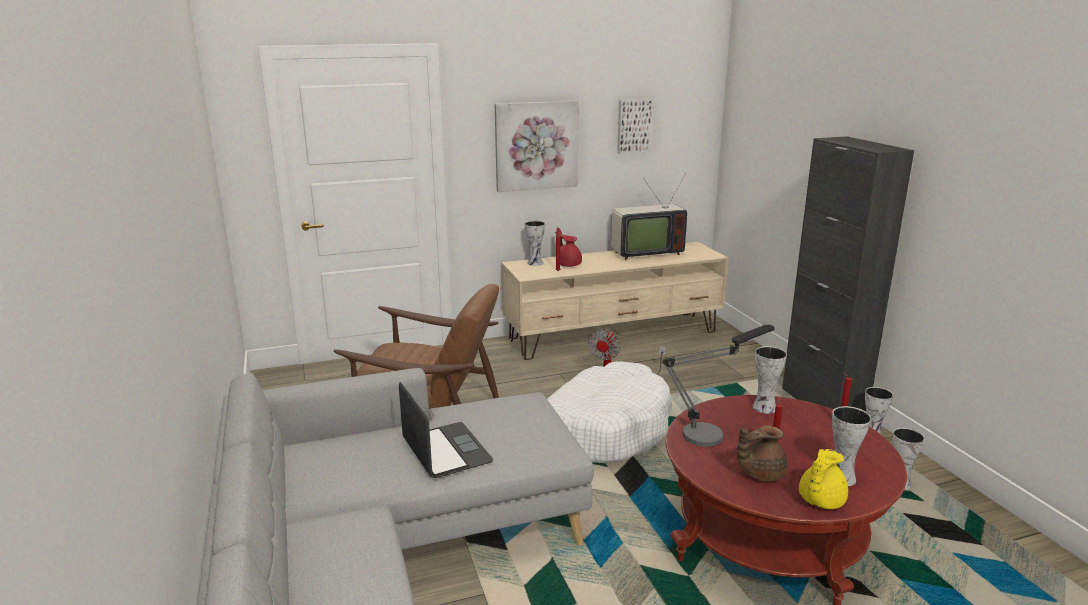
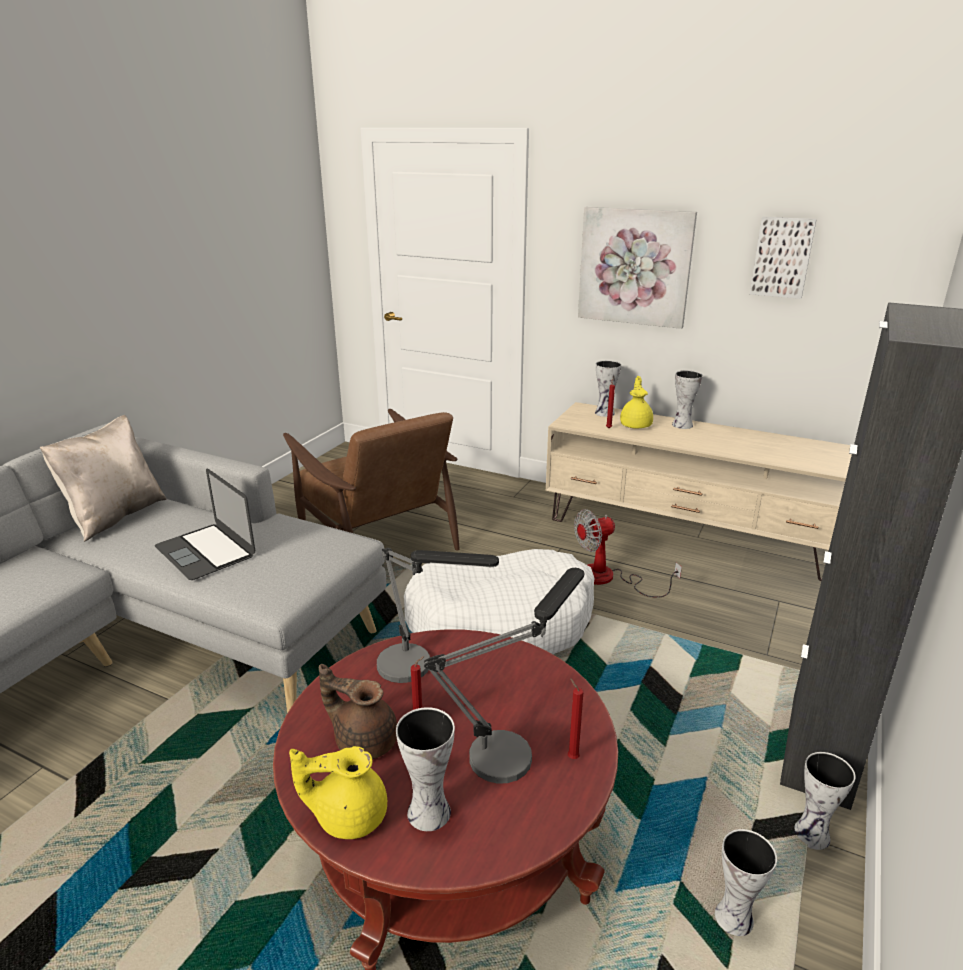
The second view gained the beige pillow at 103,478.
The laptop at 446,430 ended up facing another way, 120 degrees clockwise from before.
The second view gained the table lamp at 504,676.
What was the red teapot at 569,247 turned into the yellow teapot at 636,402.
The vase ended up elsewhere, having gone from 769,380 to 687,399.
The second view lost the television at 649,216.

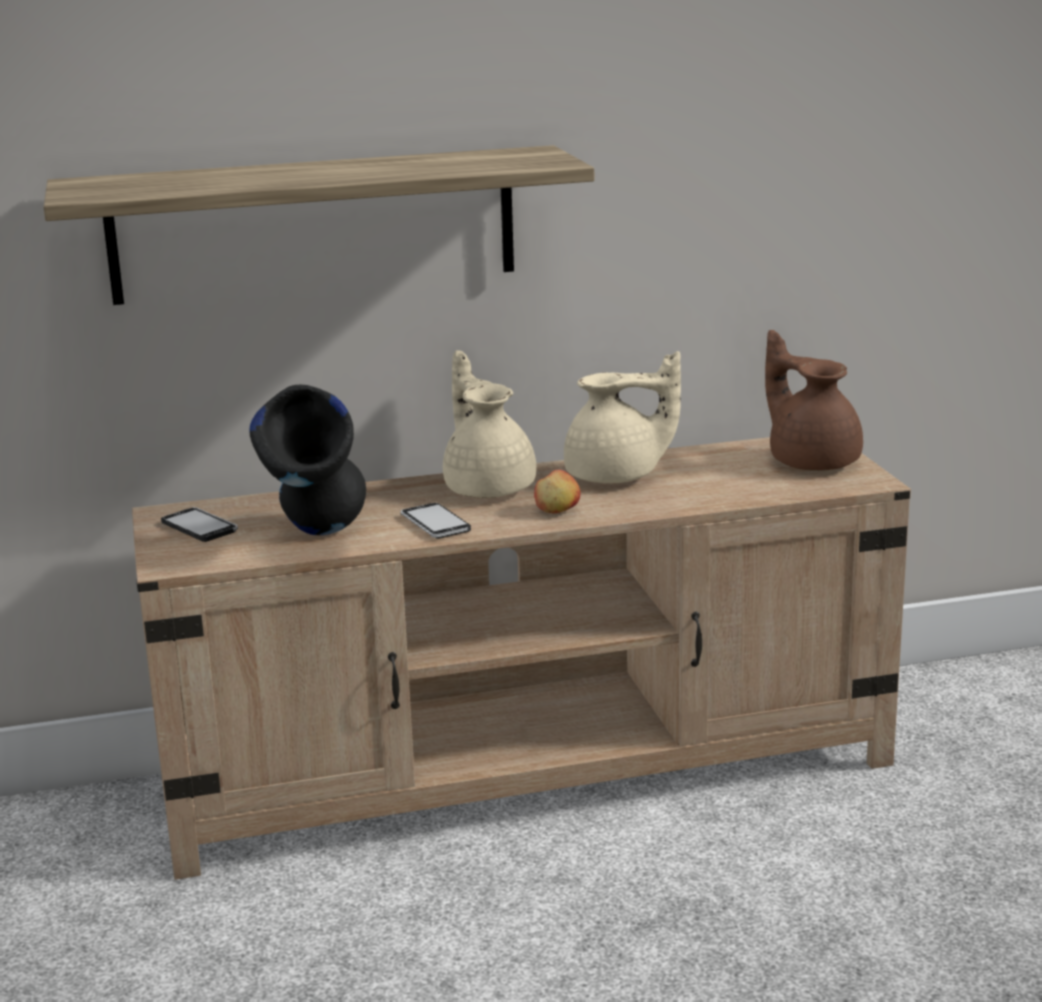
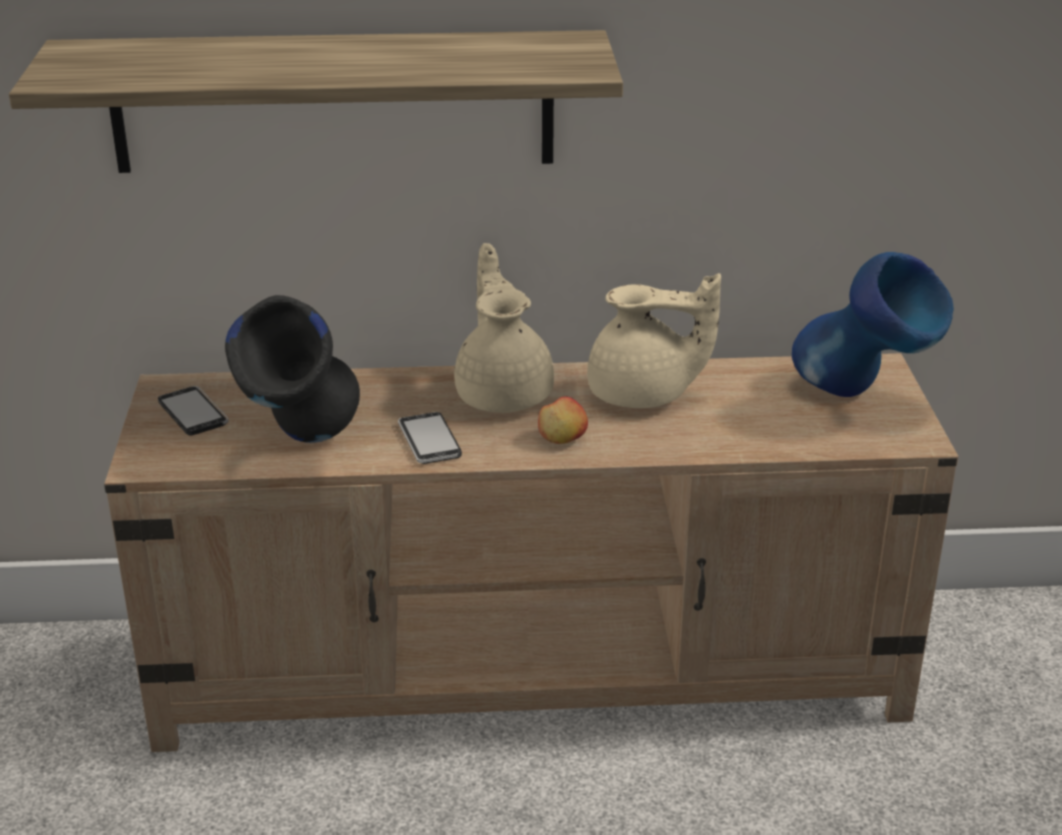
Where the brown teapot stood at 814,400, the blue vase came to stand at 873,324.

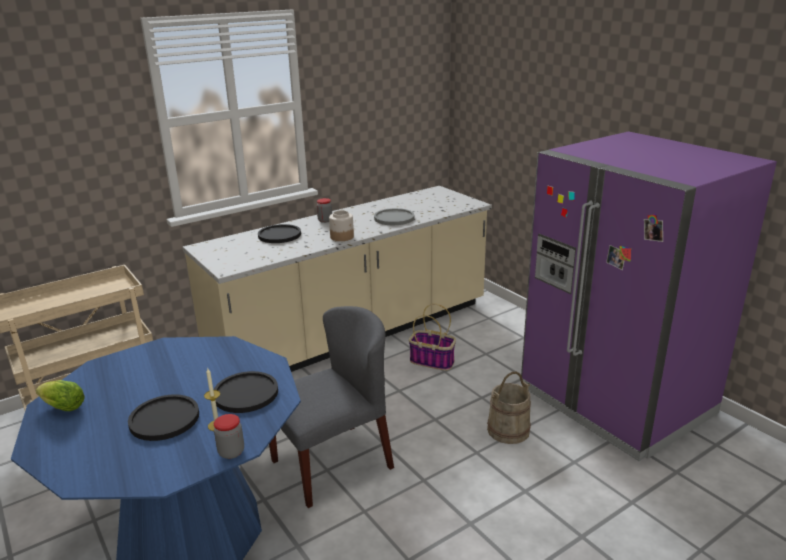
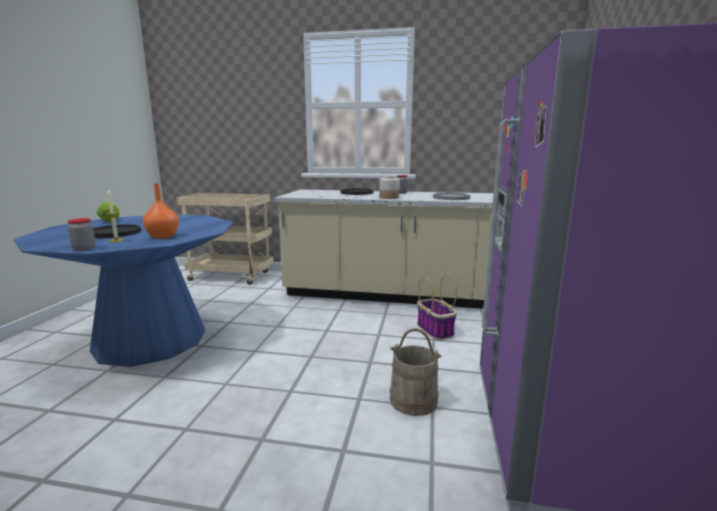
Where the black plate stood at 246,392, the orange vase came to stand at 161,210.
The second view lost the grey chair at 331,407.

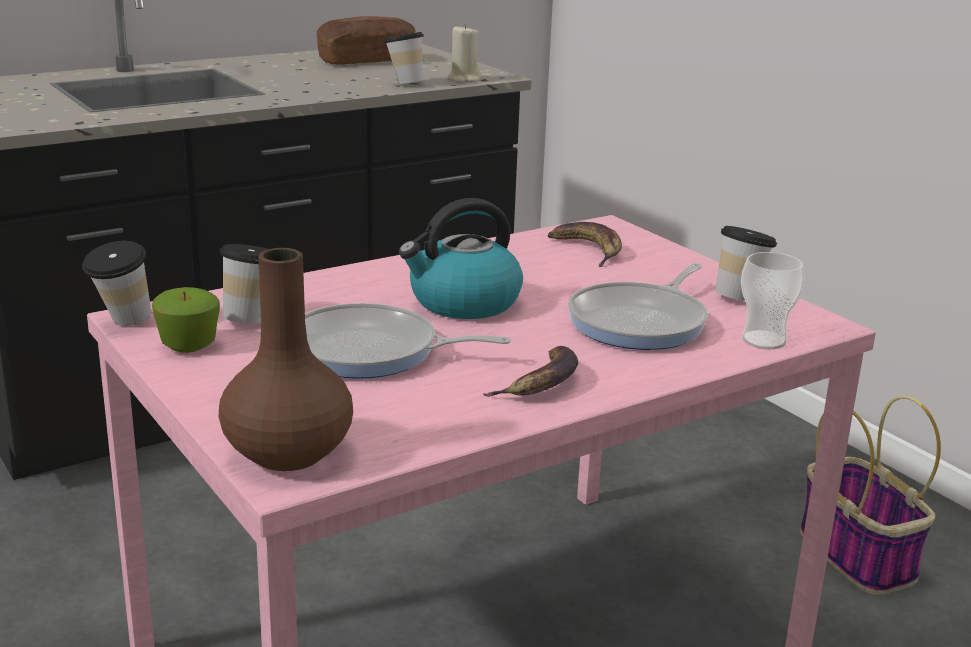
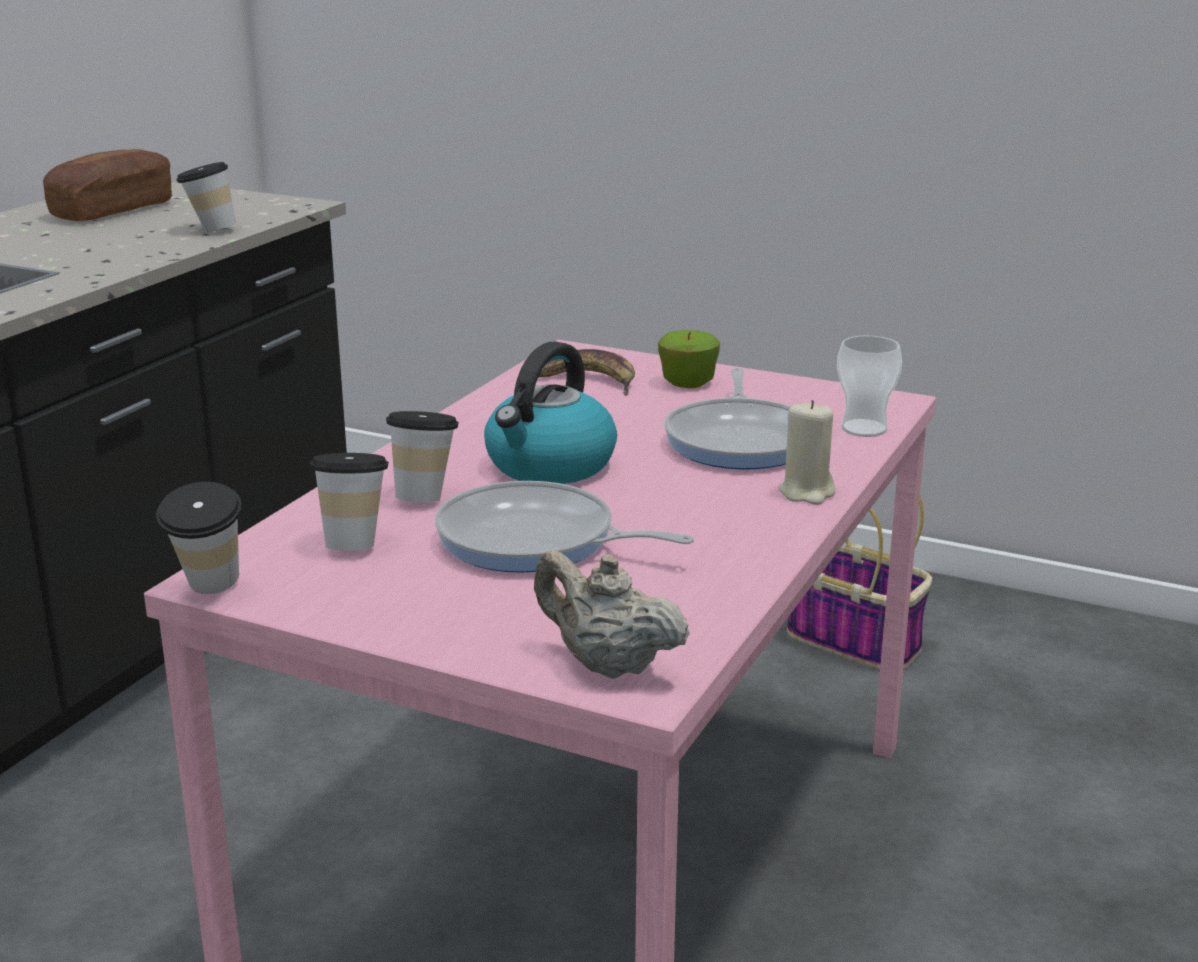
The cup ended up elsewhere, having gone from 746,263 to 422,457.
The frying pan at 408,341 ended up facing another way, 45 degrees clockwise from before.
Where the brown vase stood at 286,359, the beige teapot came to stand at 612,614.
The apple ended up elsewhere, having gone from 186,320 to 689,359.
The beige candle ended up elsewhere, having gone from 464,53 to 807,452.
The second view lost the banana at 530,371.

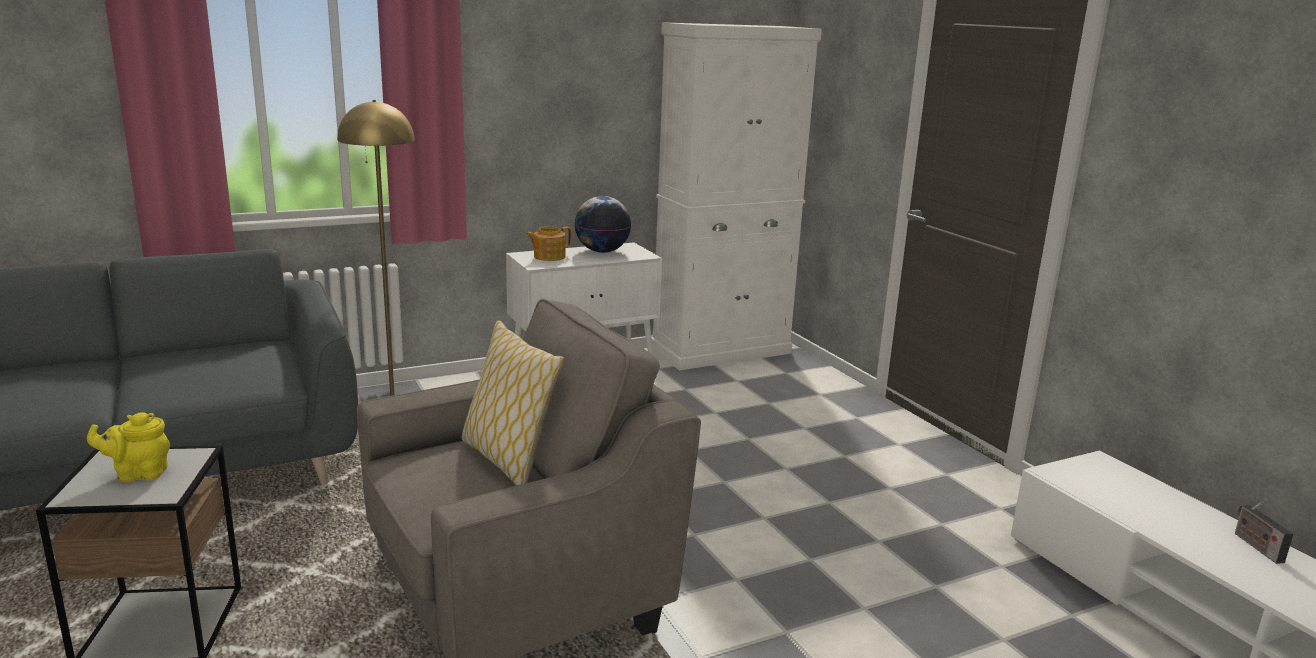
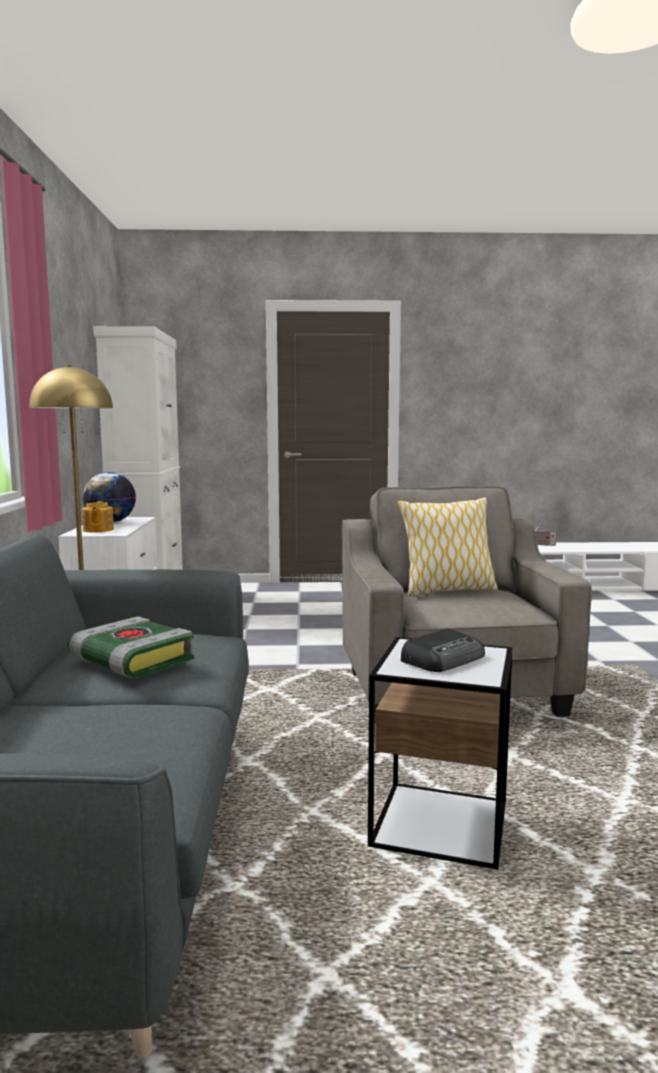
The second view gained the book at 130,647.
Where the yellow teapot stood at 128,447, the radio came to stand at 443,650.

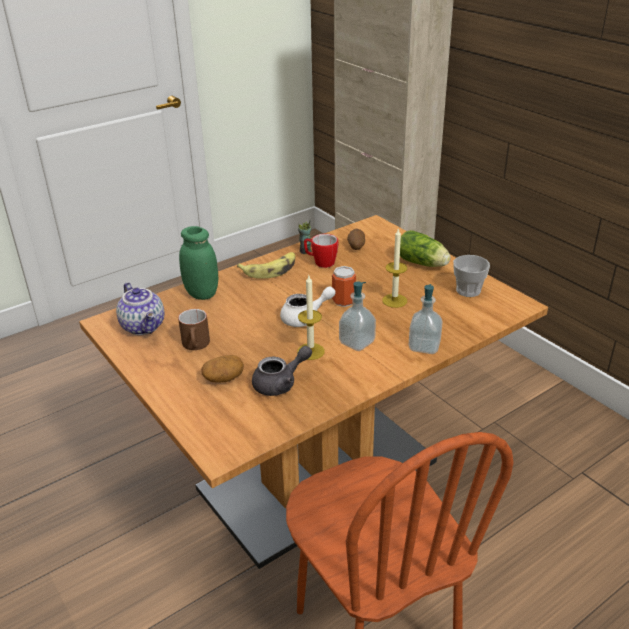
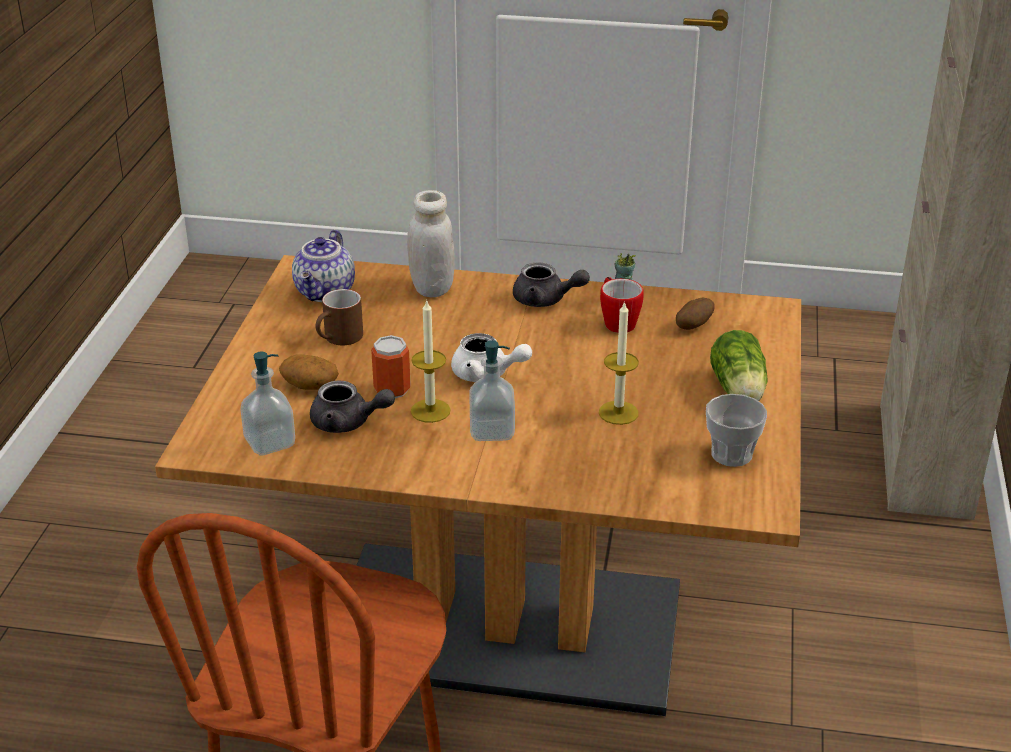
The soap dispenser ended up elsewhere, having gone from 426,319 to 267,404.
The can ended up elsewhere, having gone from 344,286 to 391,366.
What was the green jar at 198,263 turned into the white jar at 431,243.
Where the banana stood at 266,265, the grey teapot came to stand at 551,284.

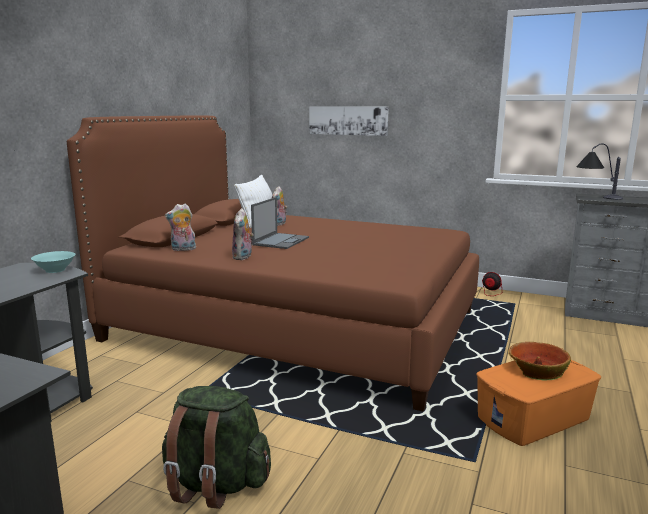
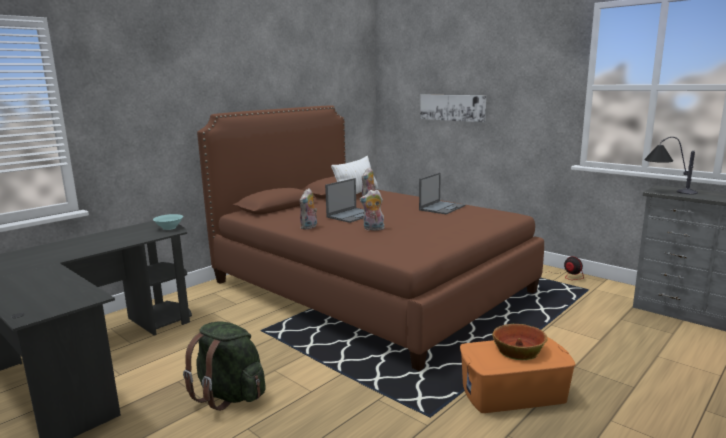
The plush toy ended up elsewhere, having gone from 180,227 to 372,210.
The second view gained the laptop at 442,193.

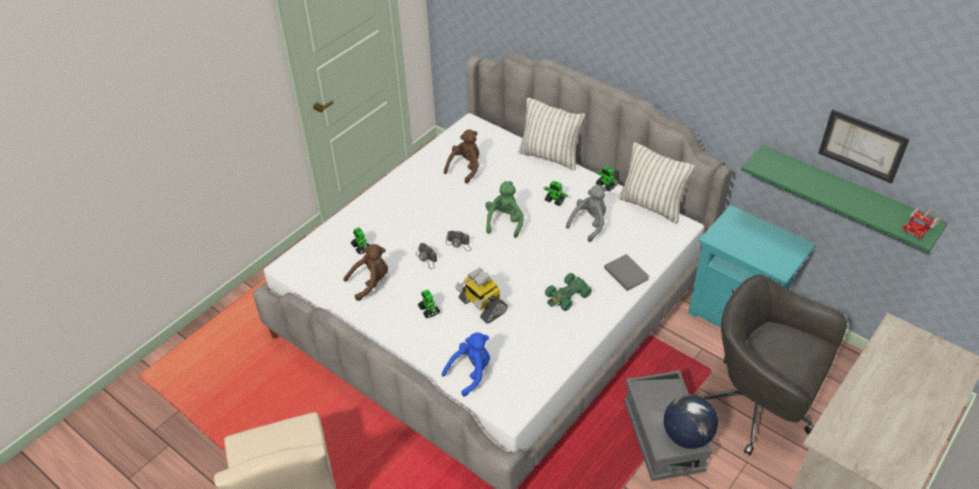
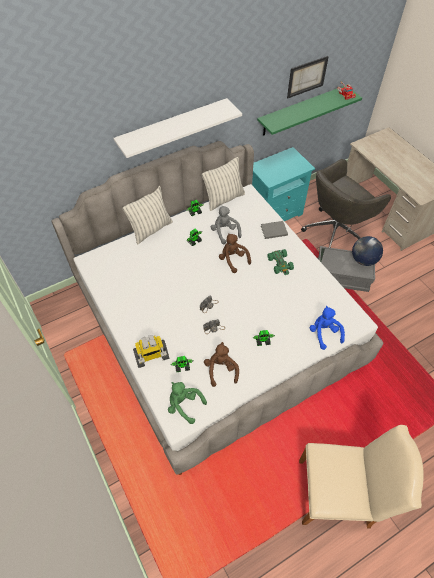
The second view gained the white shelf at 178,128.
The toy robot ended up elsewhere, having gone from 481,295 to 151,351.
The green plush toy ended up elsewhere, having gone from 504,209 to 187,403.
The brown plush toy ended up elsewhere, having gone from 461,157 to 235,253.

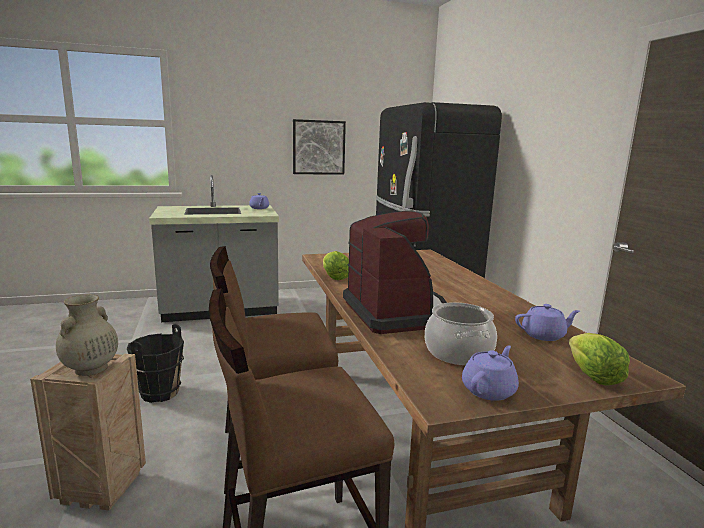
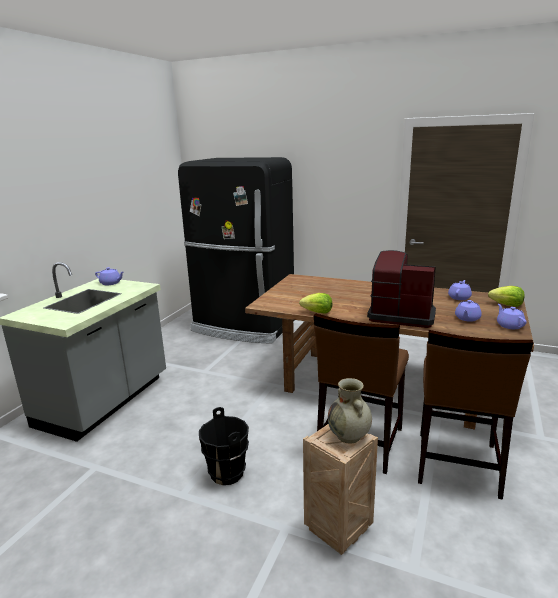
Where the cooking pot stood at 461,333, the purple teapot came to stand at 468,311.
The second view lost the picture at 319,147.

